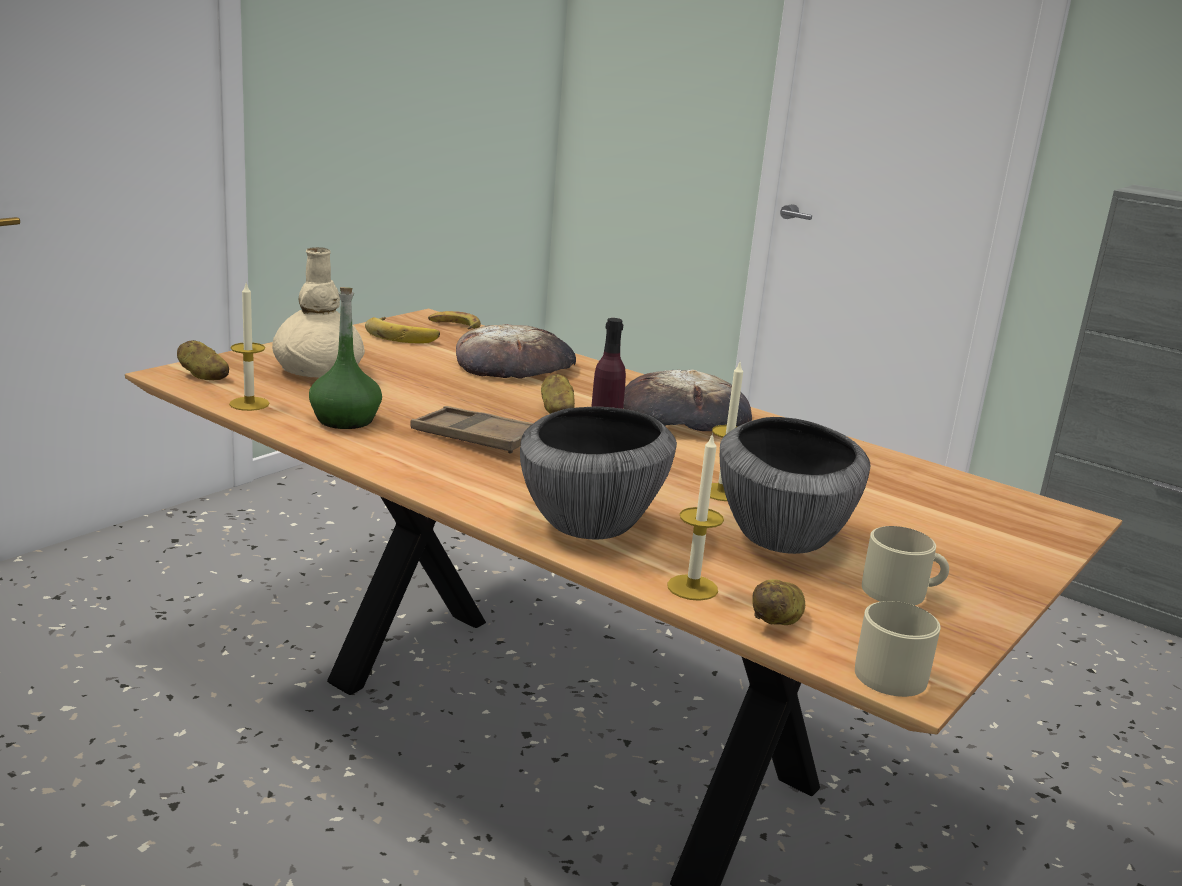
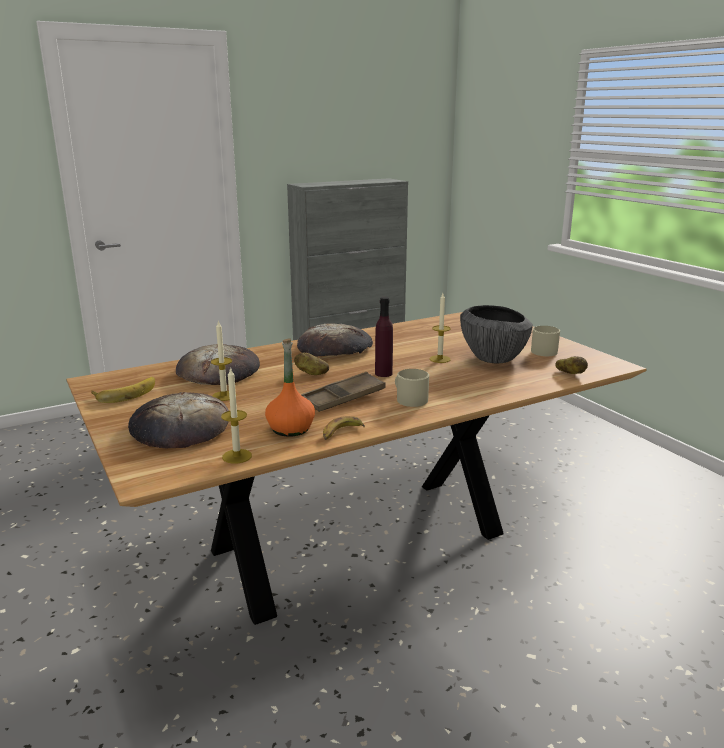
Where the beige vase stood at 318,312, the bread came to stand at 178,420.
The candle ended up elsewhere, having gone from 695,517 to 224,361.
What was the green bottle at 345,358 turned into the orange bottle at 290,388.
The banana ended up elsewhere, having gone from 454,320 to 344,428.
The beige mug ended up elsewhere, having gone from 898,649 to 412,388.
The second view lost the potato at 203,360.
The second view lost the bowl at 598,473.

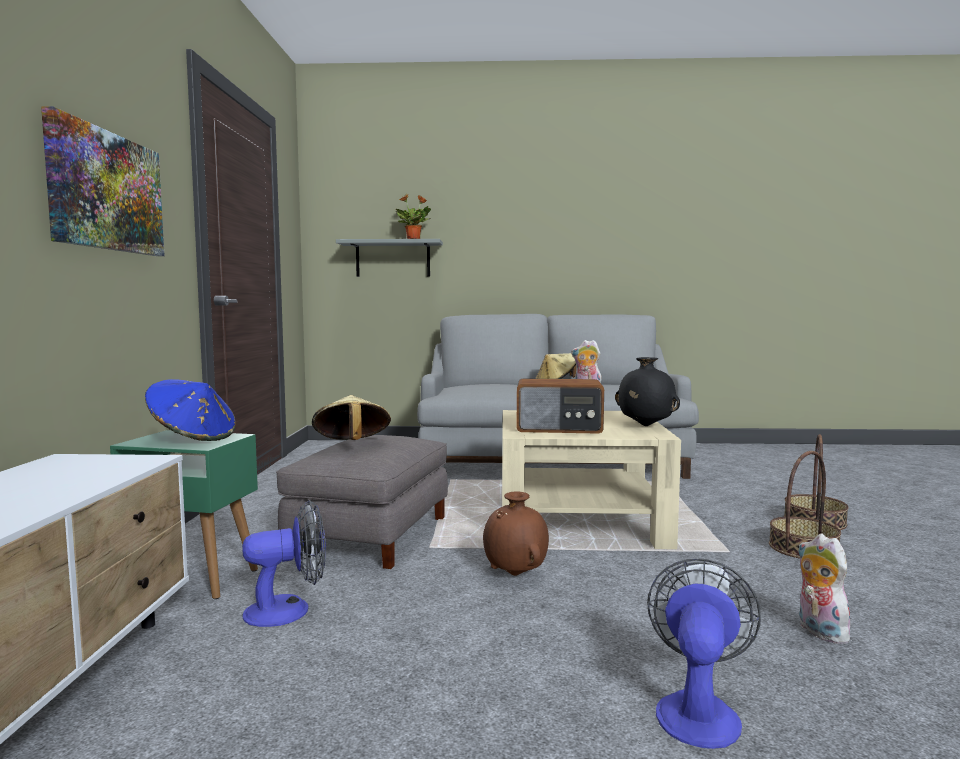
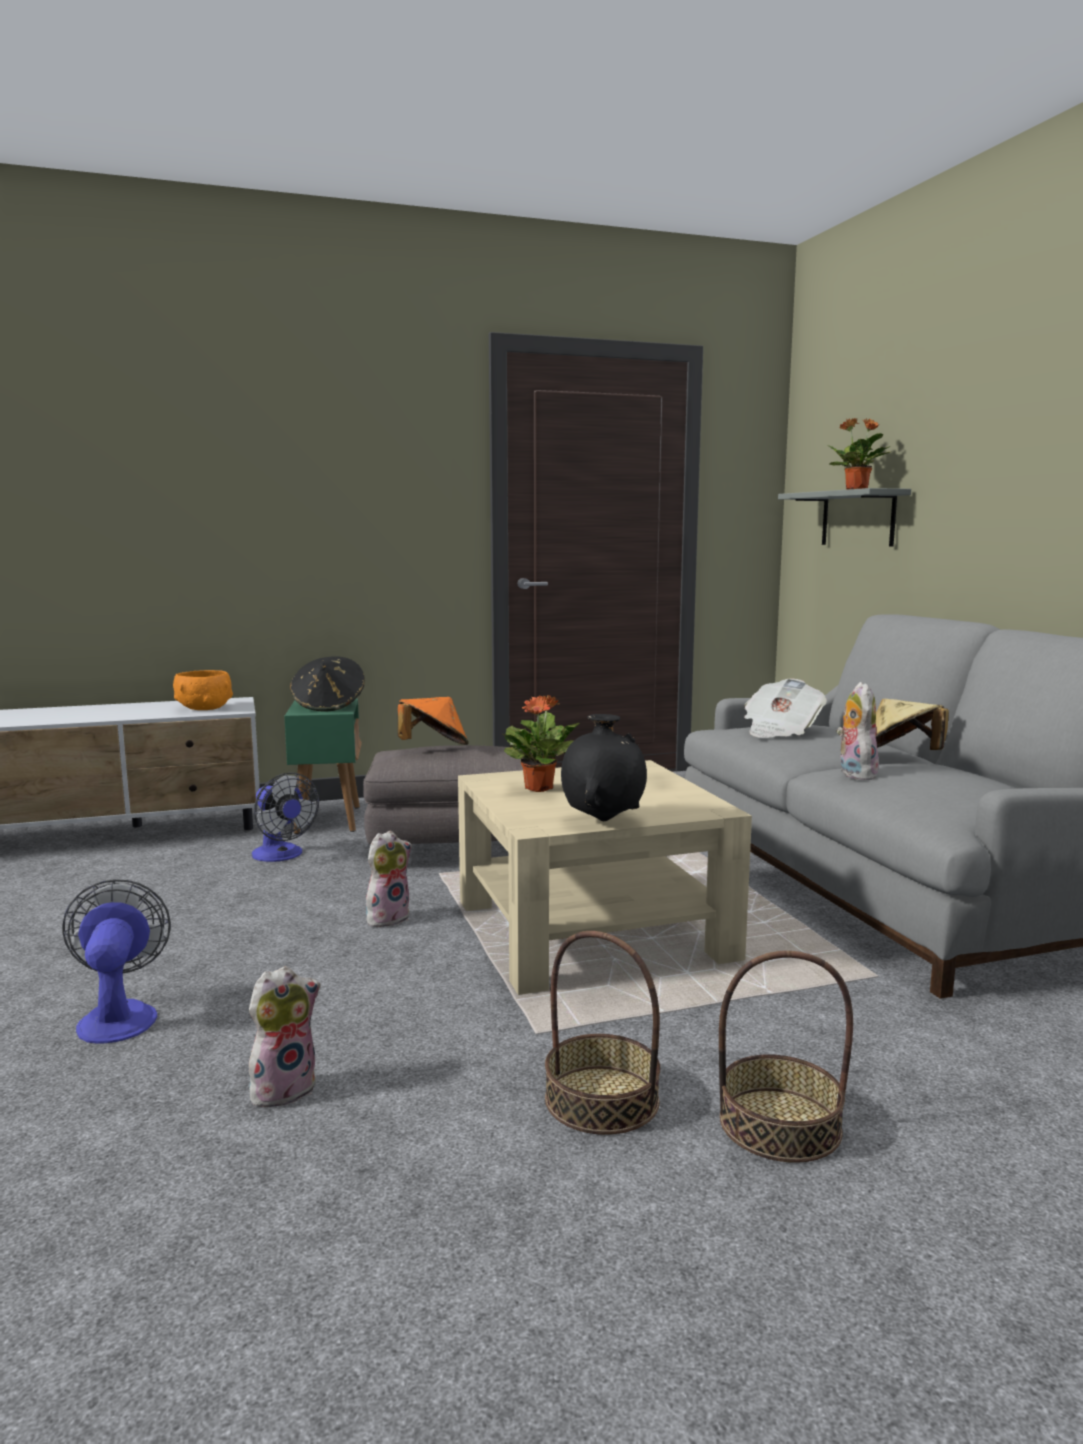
The fan at 704,654 ended up facing another way, 105 degrees counterclockwise from before.
The second view gained the orange bowl at 203,690.
What was the blue hat at 190,410 turned into the black hat at 327,683.
Where the brown vase stood at 516,533, the plush toy came to stand at 389,879.
What was the beige hat at 351,417 turned into the orange hat at 433,721.
Where the radio stood at 560,406, the potted plant came to stand at 541,743.
The second view gained the newspaper at 785,708.
The second view lost the picture at 103,181.

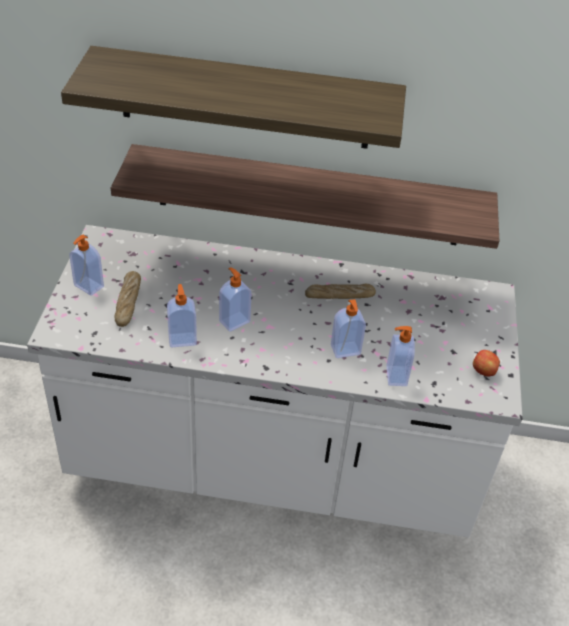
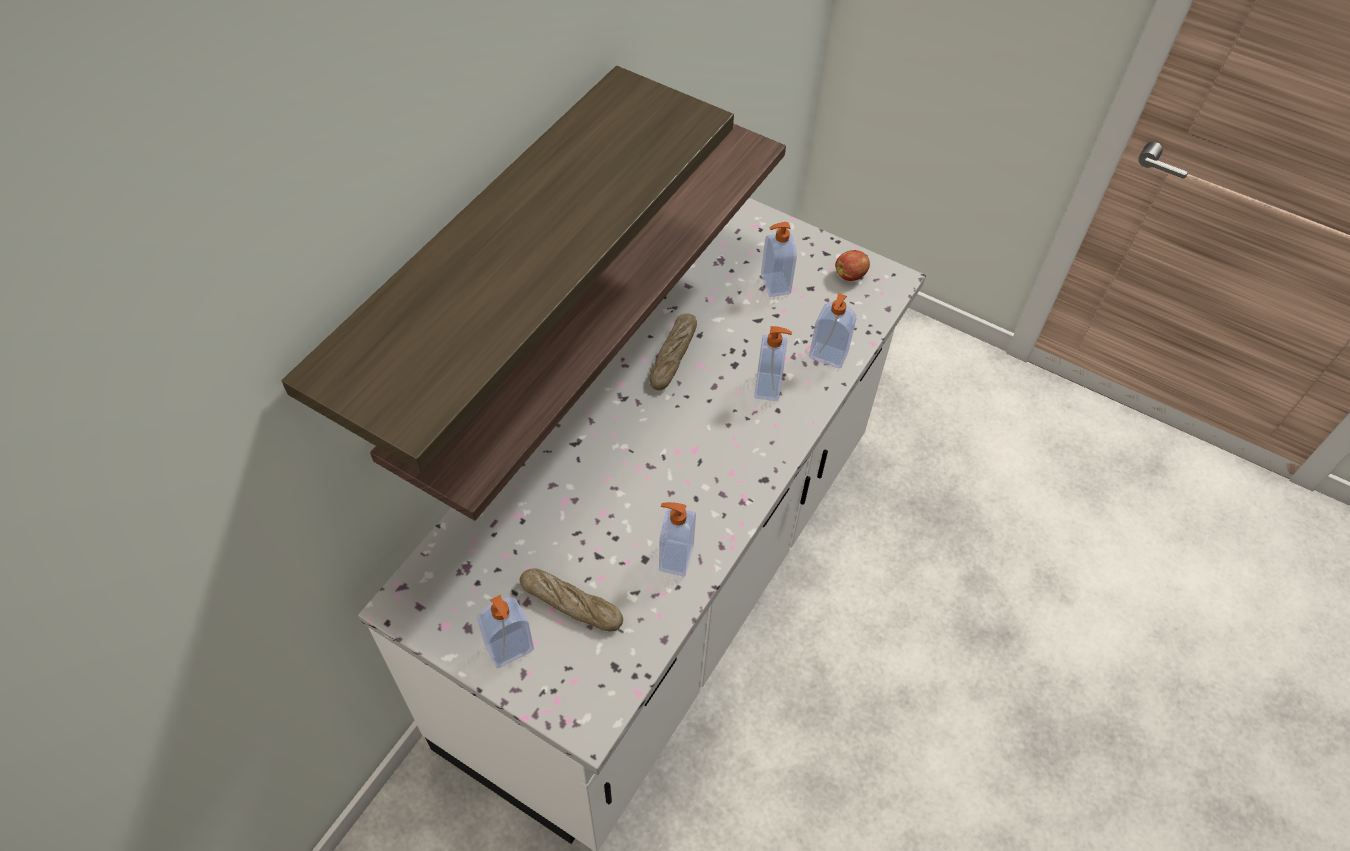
The soap dispenser ended up elsewhere, having gone from 235,299 to 779,259.

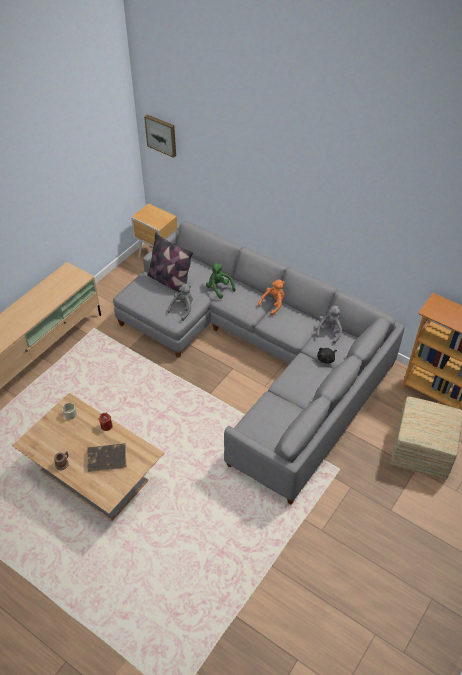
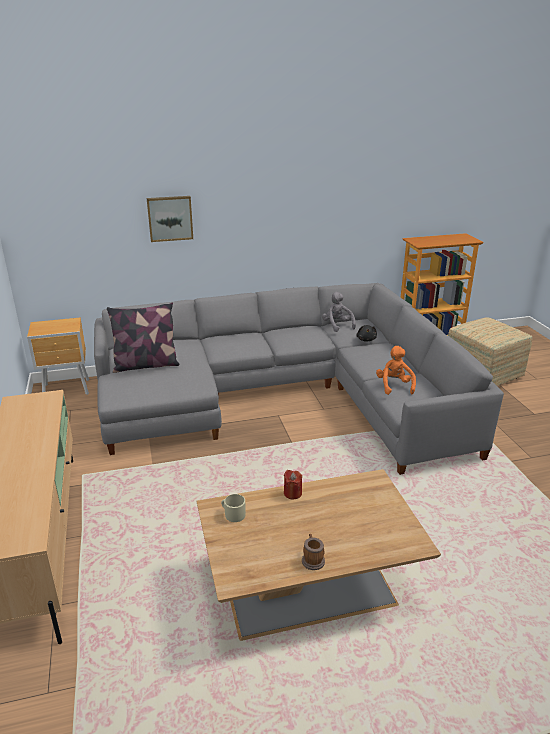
The picture ended up elsewhere, having gone from 160,136 to 170,219.
The orange plush toy ended up elsewhere, having gone from 271,297 to 396,370.
The second view lost the brown book at 107,457.
The second view lost the grey plush toy at 180,302.
The second view lost the green plush toy at 221,281.

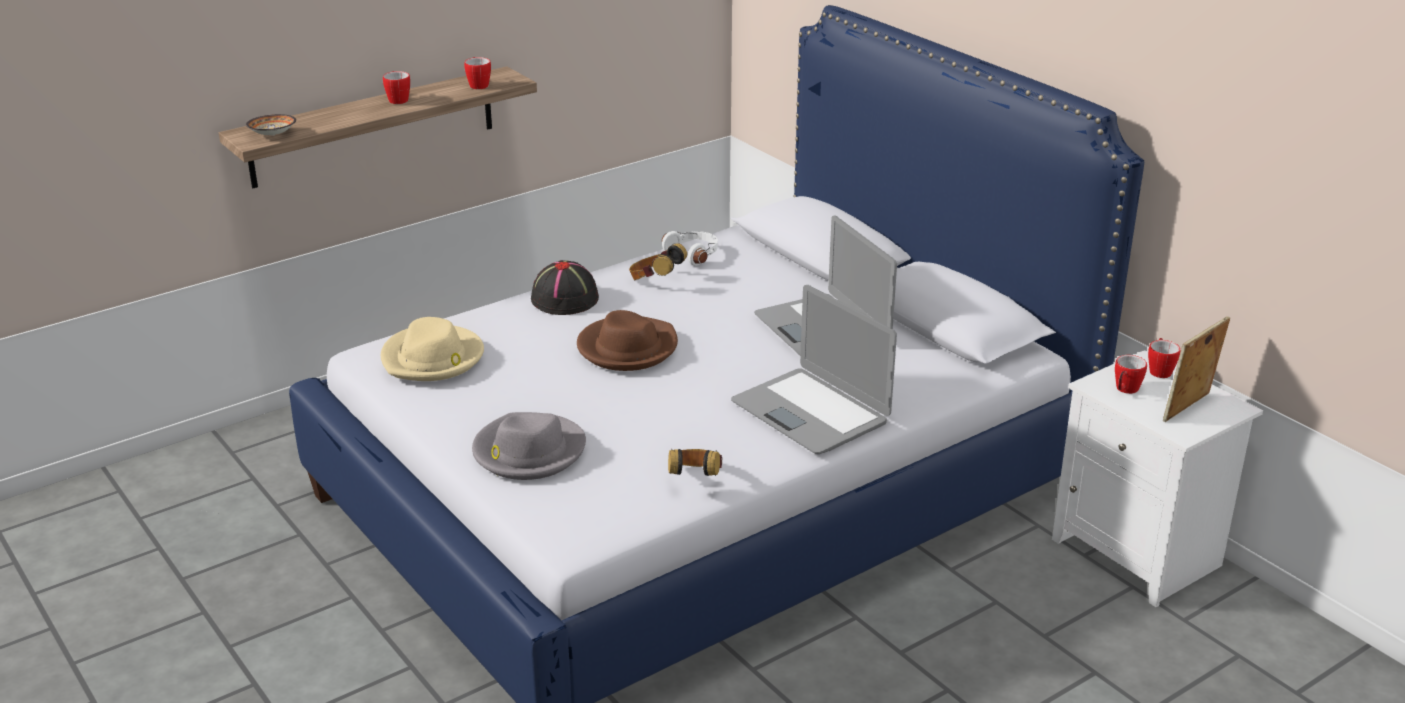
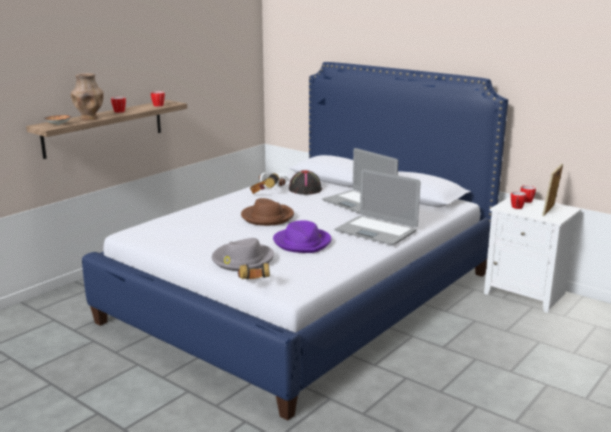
The second view gained the brown vase at 87,97.
The headphones ended up elsewhere, having gone from 695,462 to 254,271.
The second view gained the purple hat at 302,236.
The black hat ended up elsewhere, having gone from 565,287 to 305,182.
The second view lost the beige hat at 432,349.

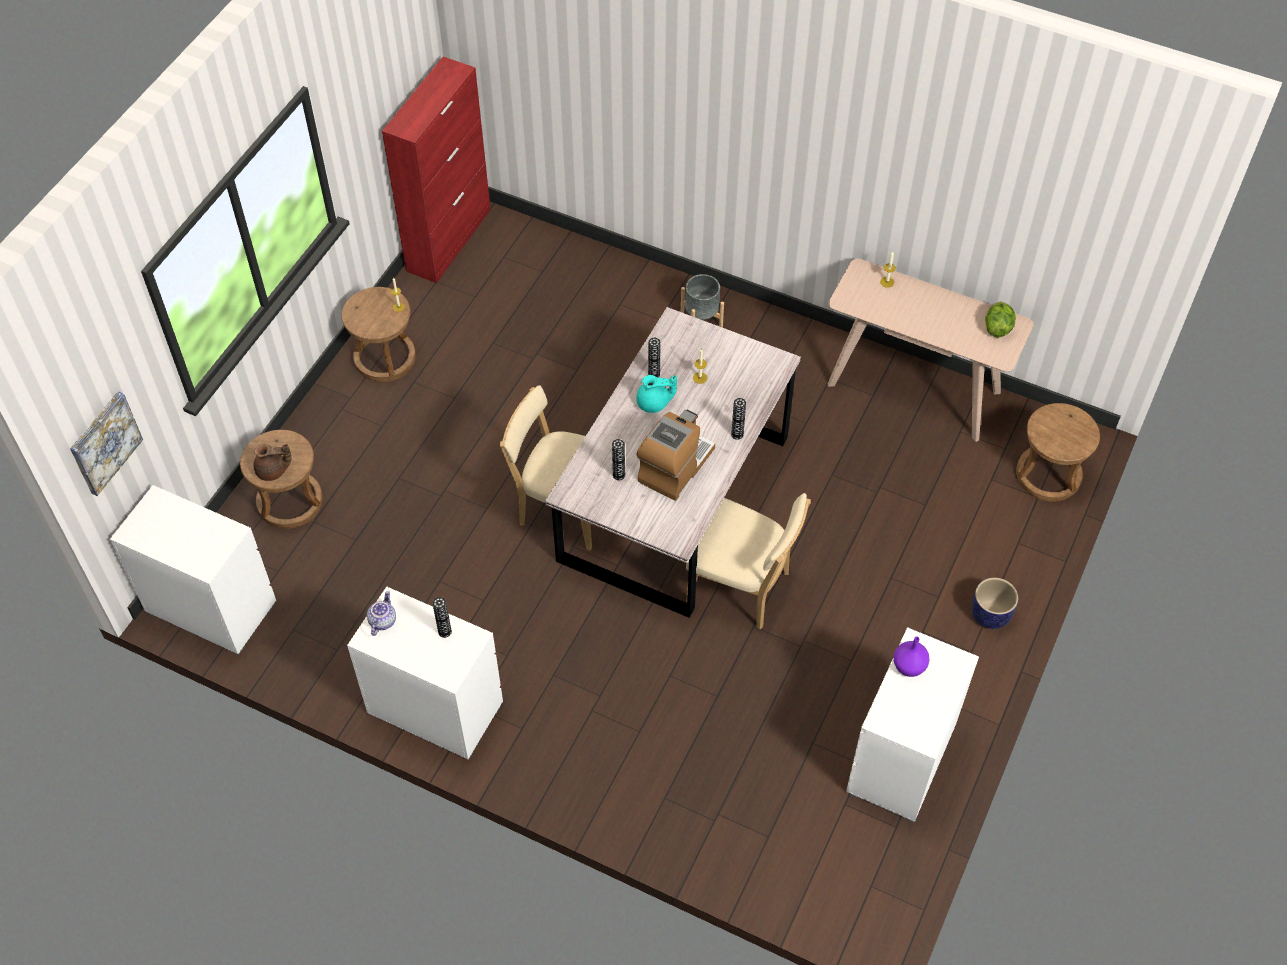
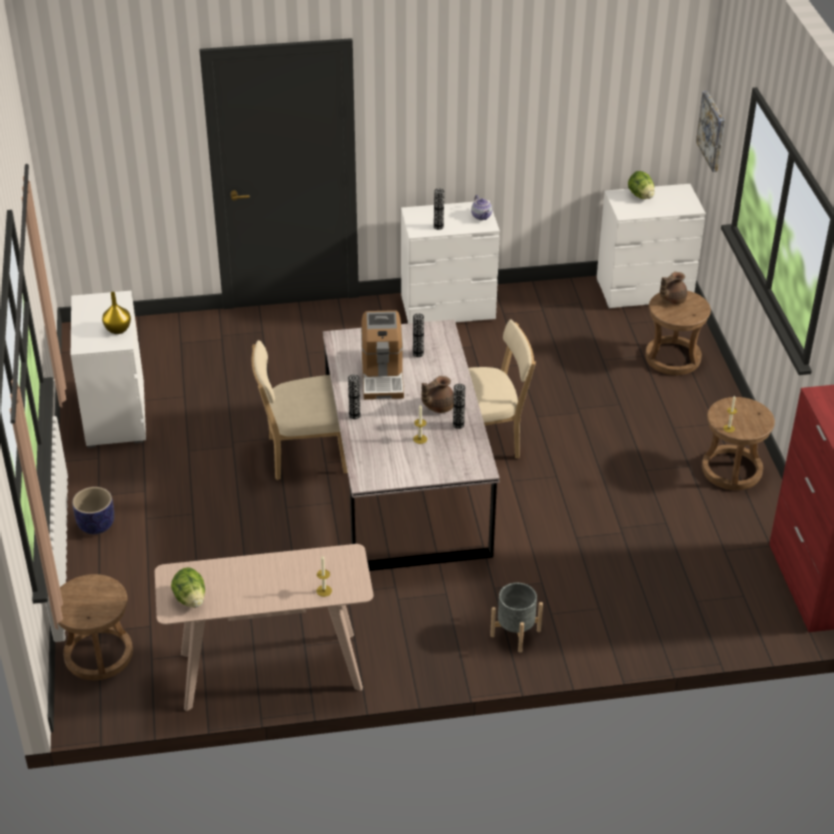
What was the purple vase at 911,656 turned into the yellow vase at 116,313.
What was the turquoise teapot at 656,394 turned into the brown teapot at 437,394.
The second view gained the lettuce at 641,185.

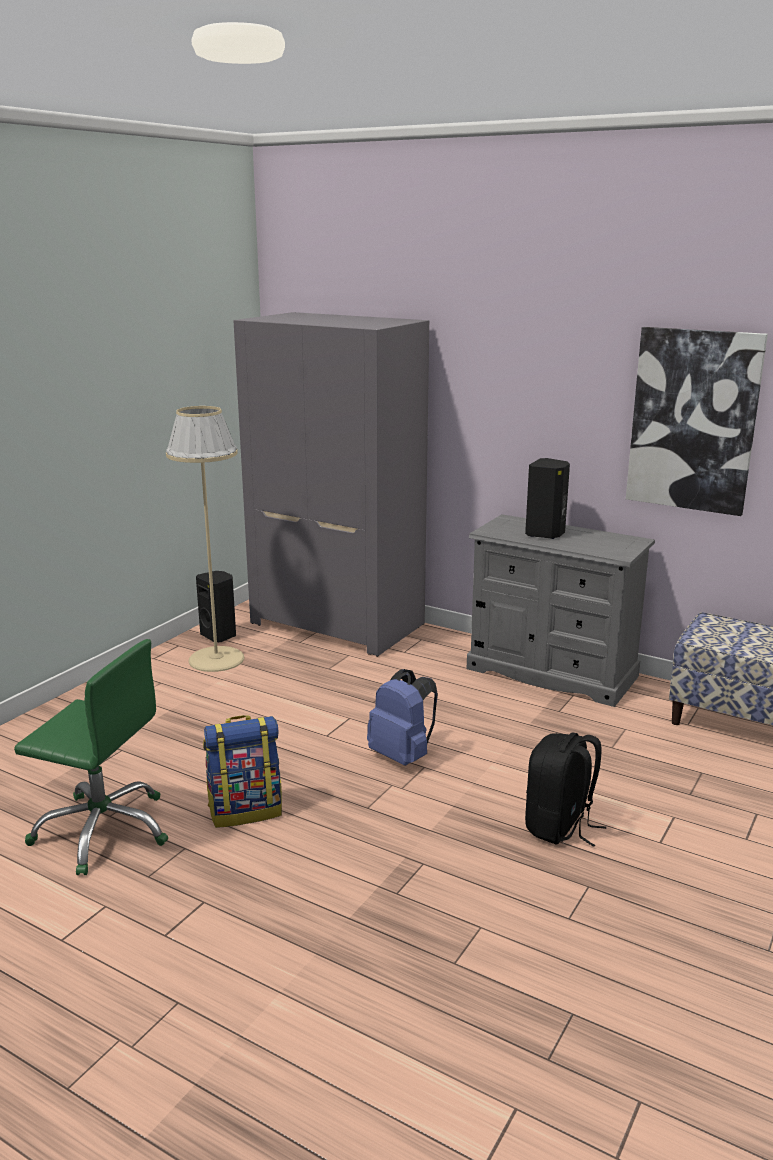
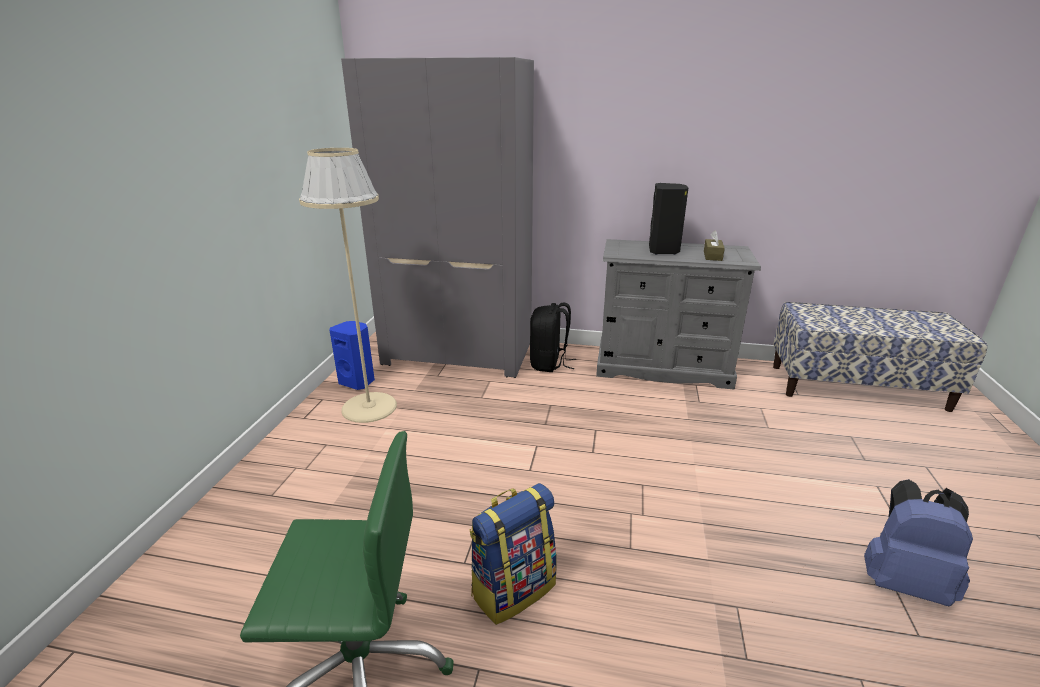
What was the black speaker at 216,606 turned into the blue speaker at 352,355.
The black backpack ended up elsewhere, having gone from 565,790 to 553,337.
The second view gained the brown tissue box at 714,246.
The blue backpack ended up elsewhere, having gone from 402,717 to 918,542.
The second view lost the picture at 697,421.

